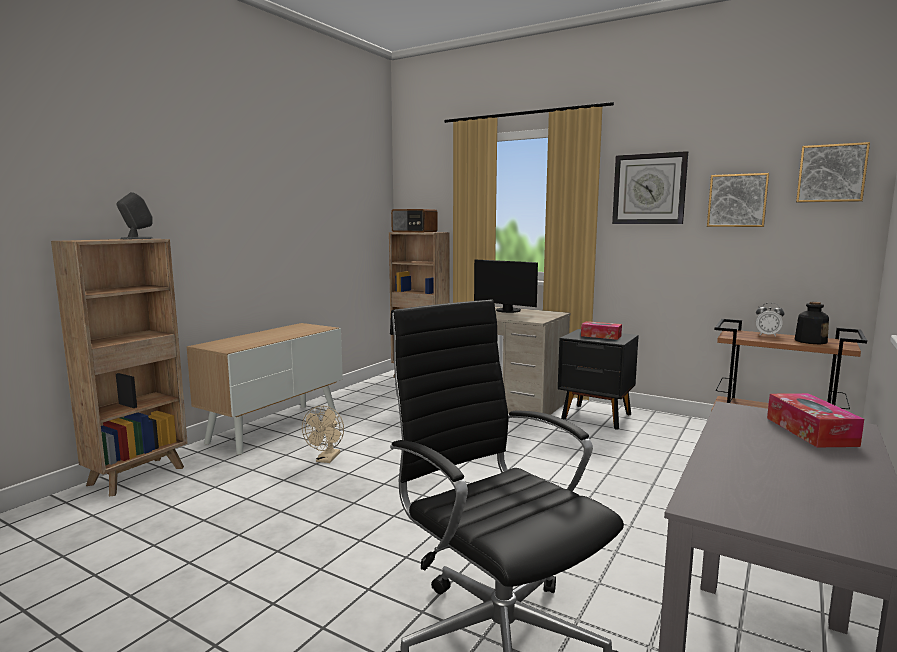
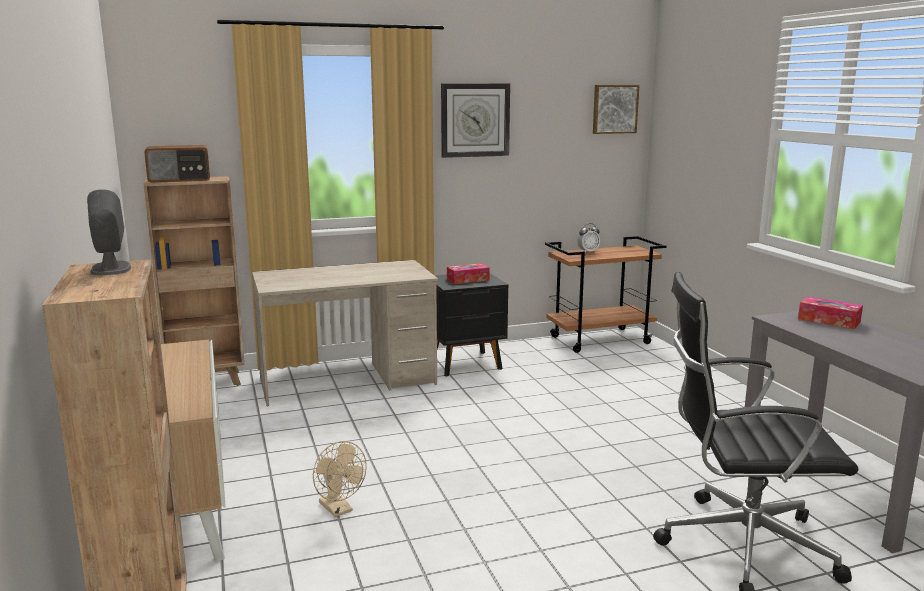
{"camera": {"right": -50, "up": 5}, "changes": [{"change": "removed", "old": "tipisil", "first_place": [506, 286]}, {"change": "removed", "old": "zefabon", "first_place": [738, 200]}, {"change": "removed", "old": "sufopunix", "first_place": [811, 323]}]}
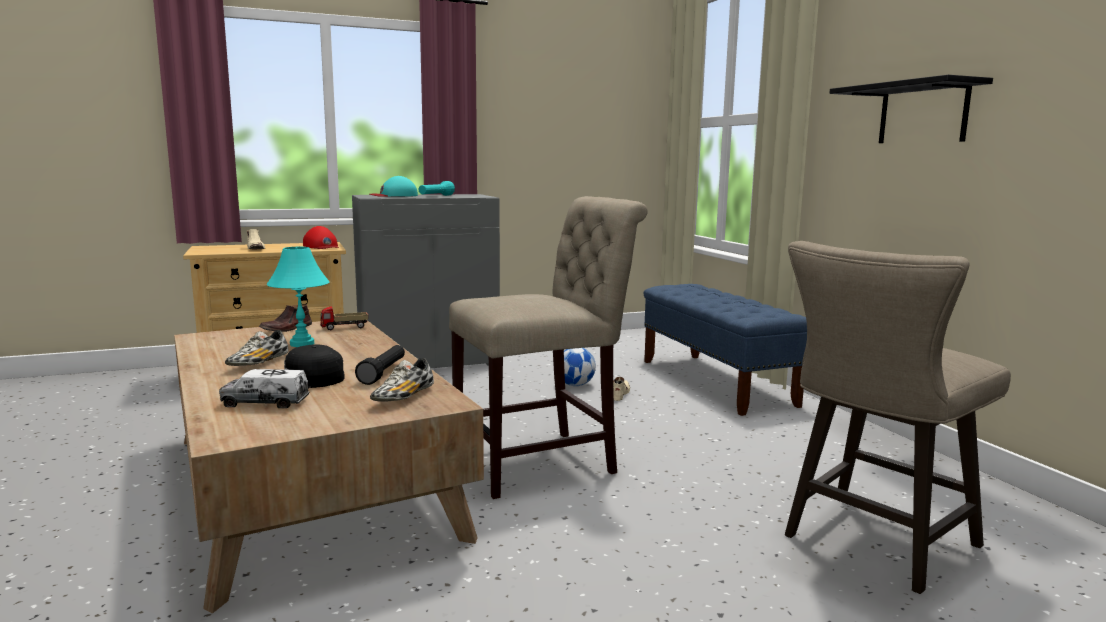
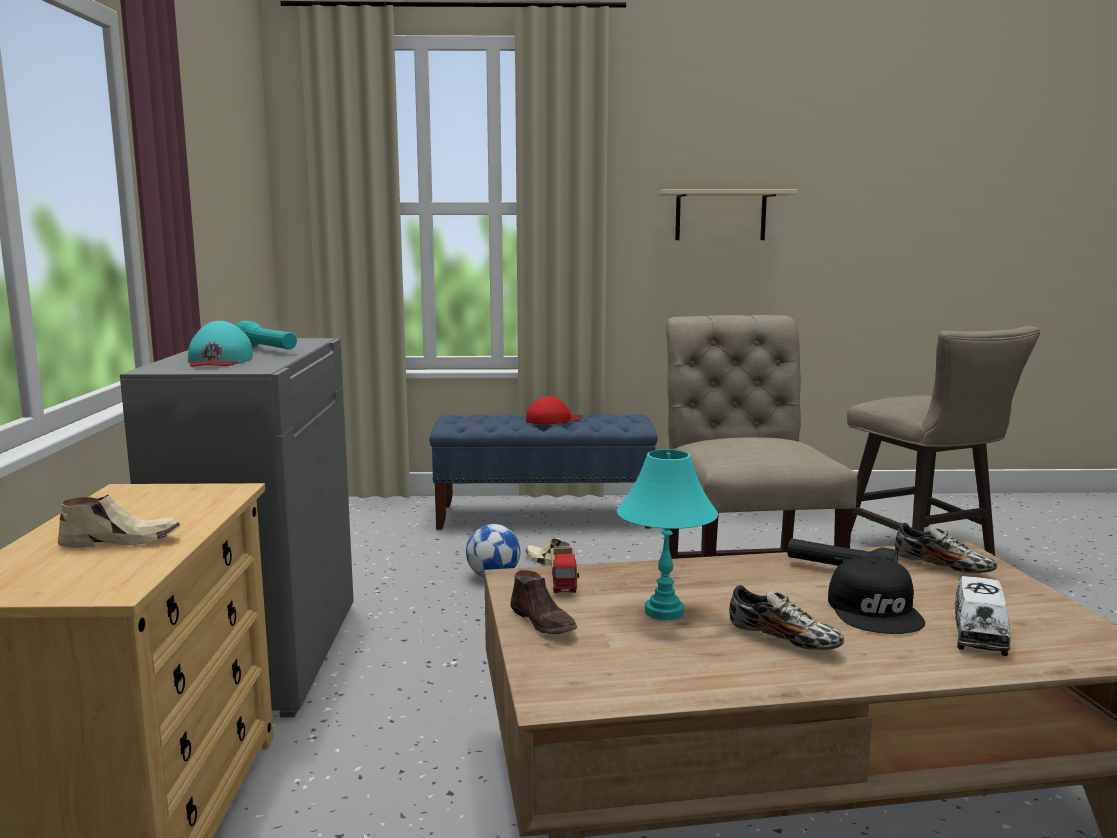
{"camera": {"right": -70, "up": 0}, "changes": [{"change": "moved", "old": "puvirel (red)", "first_place": [321, 237], "second_place": [554, 410]}, {"change": "recoloured", "old": "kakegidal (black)", "new": "kakegidal (beige)", "first_place": [911, 109], "second_place": [728, 214]}]}
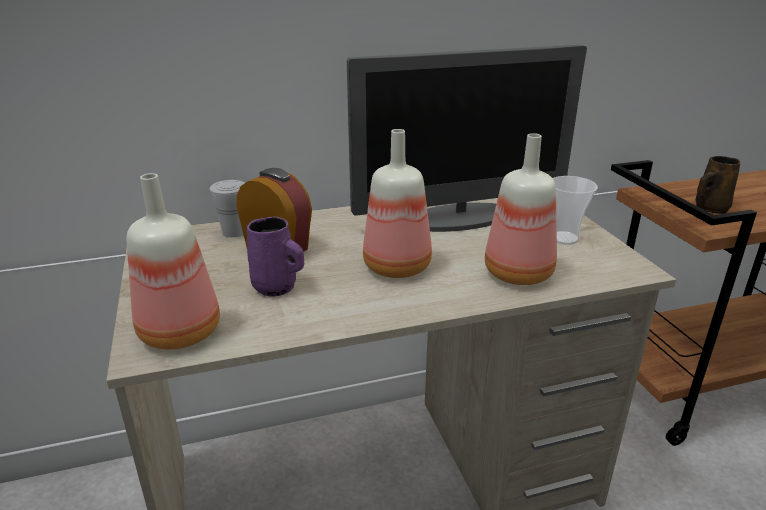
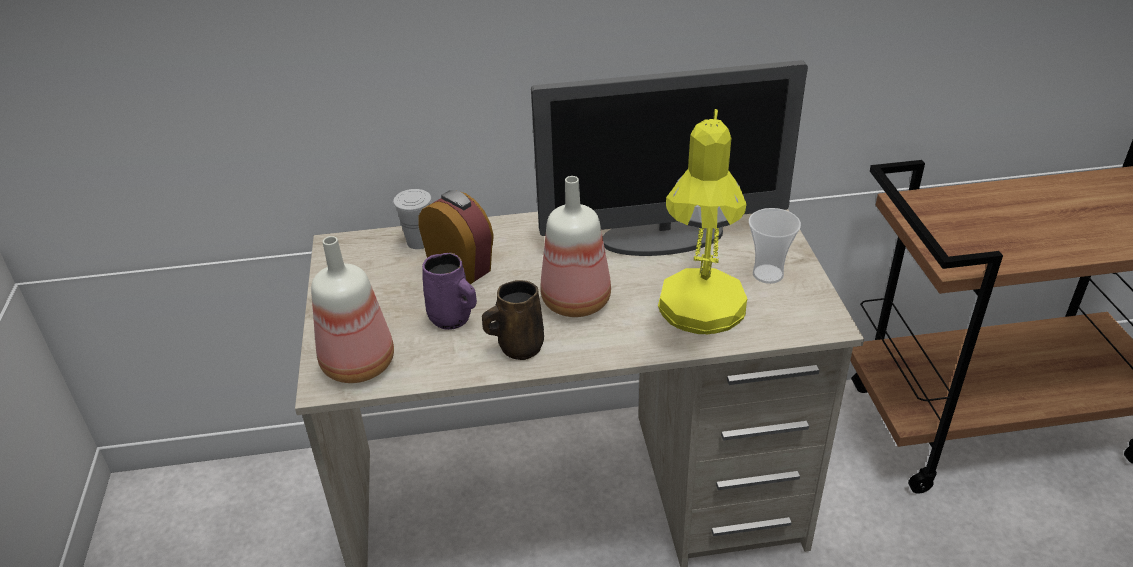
{"camera": {"right": 10, "up": 10}, "changes": [{"change": "moved", "old": "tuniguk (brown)", "first_place": [717, 185], "second_place": [513, 320]}, {"change": "replaced", "old": "sufopunix", "new": "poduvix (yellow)", "first_place": [521, 209], "second_place": [702, 222]}]}
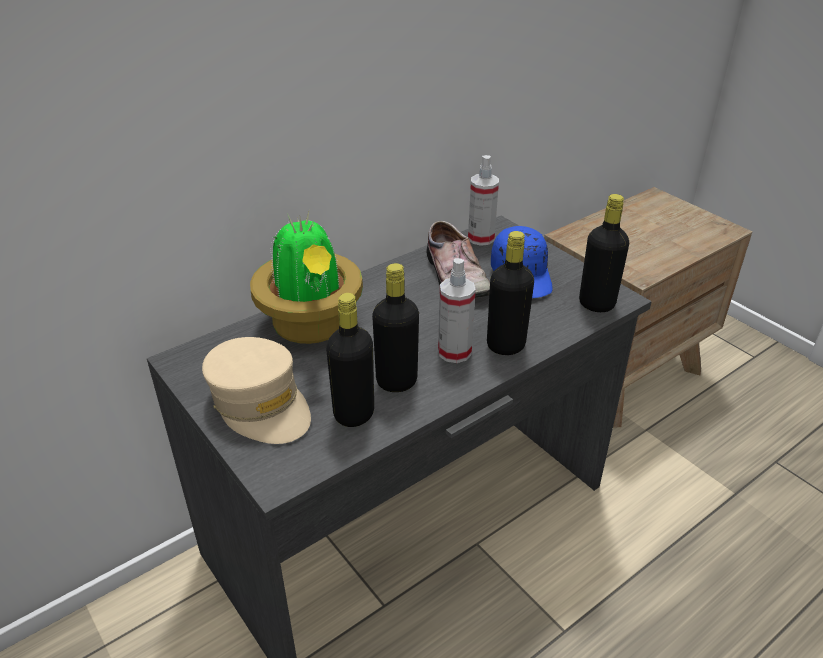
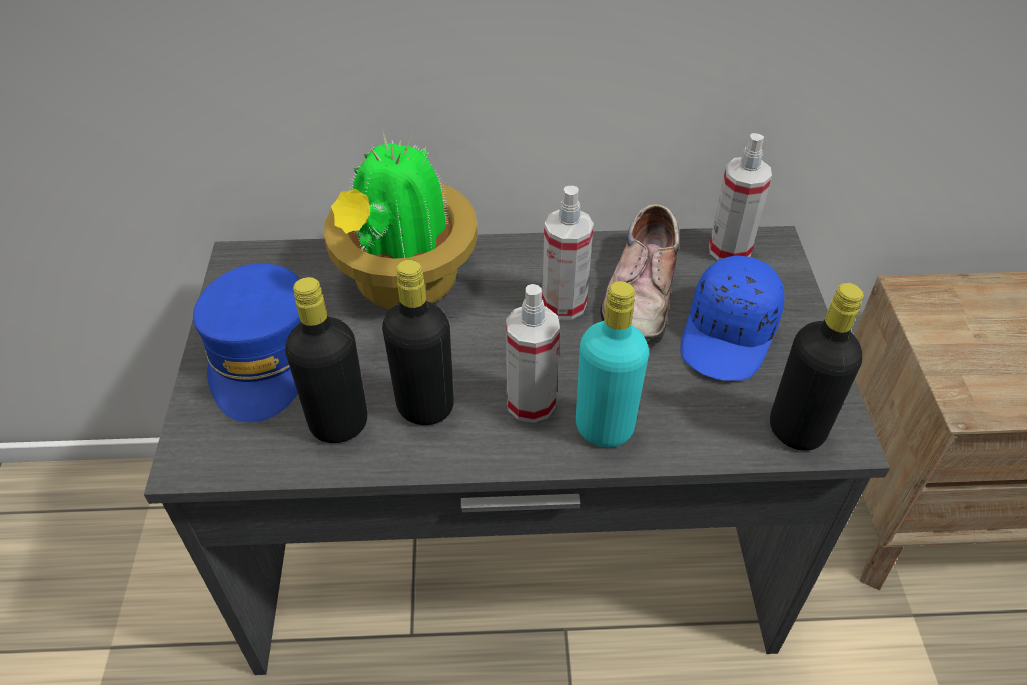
{"camera": {"right": 35, "up": 10}, "changes": [{"change": "added", "new": "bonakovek", "second_place": [568, 253]}, {"change": "recoloured", "old": "puvirel (beige)", "new": "puvirel (blue)", "first_place": [256, 390], "second_place": [246, 342]}, {"change": "recoloured", "old": "sufopunix (black)", "new": "sufopunix (turquoise)", "first_place": [510, 293], "second_place": [612, 364]}]}
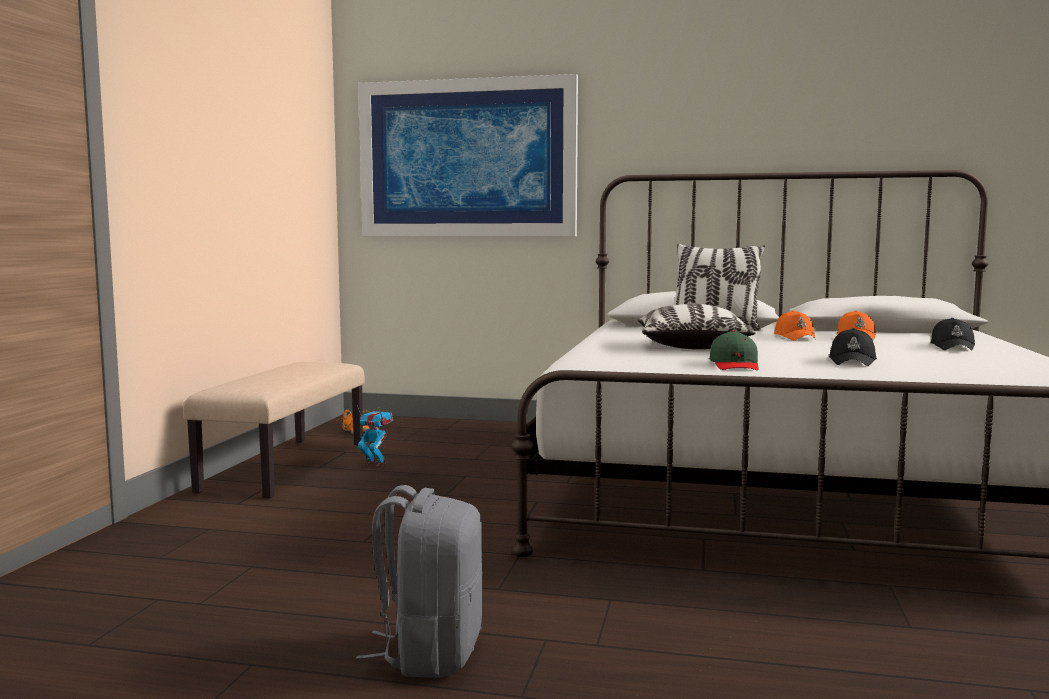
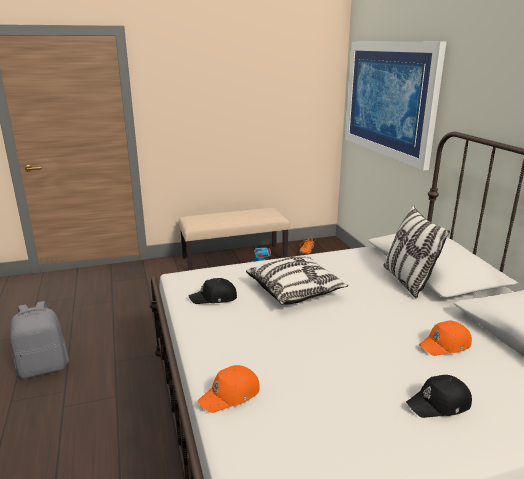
{"camera": {"right": 60, "up": 15}, "changes": [{"change": "removed", "old": "puvirel (green)", "first_place": [734, 350]}, {"change": "moved", "old": "puvirel (orange)", "first_place": [795, 325], "second_place": [229, 389]}, {"change": "moved", "old": "puvirel (black)", "first_place": [853, 347], "second_place": [213, 291]}]}
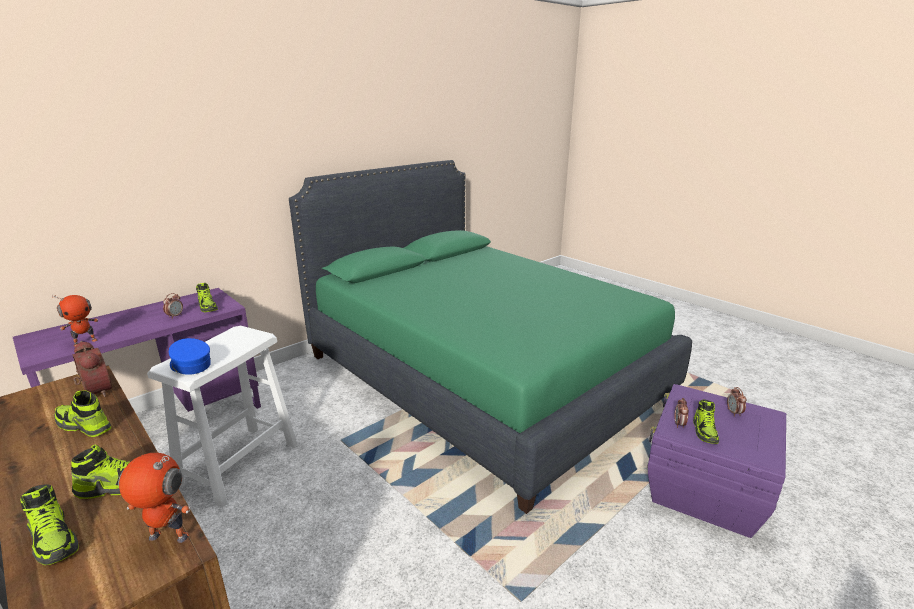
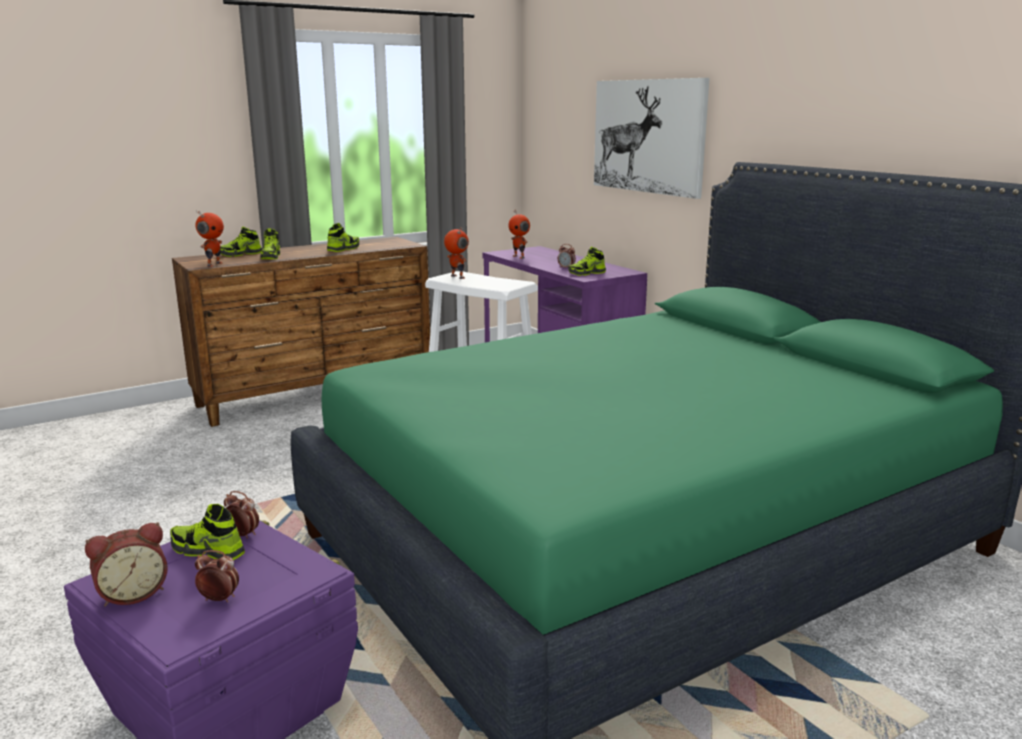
{"camera": {"right": 100, "up": -5}, "changes": [{"change": "added", "new": "zefabon", "second_place": [651, 138]}, {"change": "moved", "old": "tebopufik", "first_place": [92, 369], "second_place": [126, 564]}, {"change": "replaced", "old": "puvirel (blue)", "new": "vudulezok", "first_place": [190, 356], "second_place": [456, 253]}]}
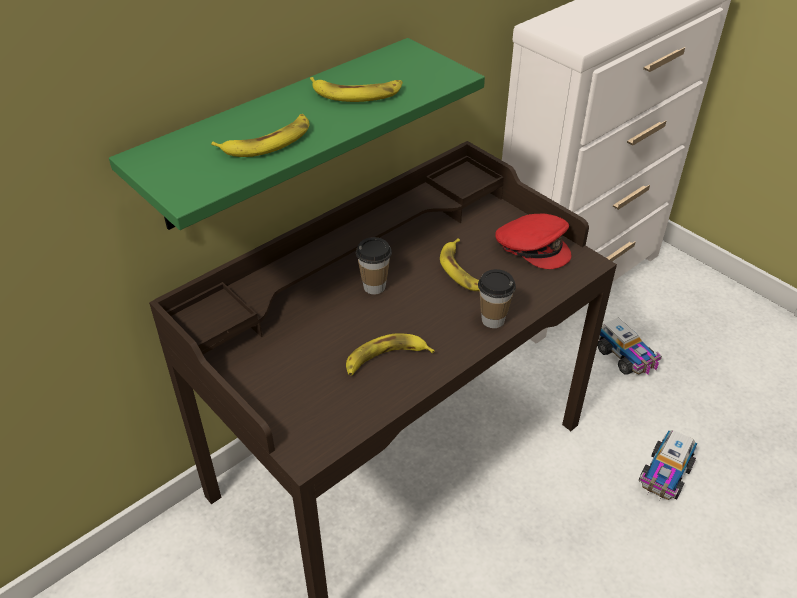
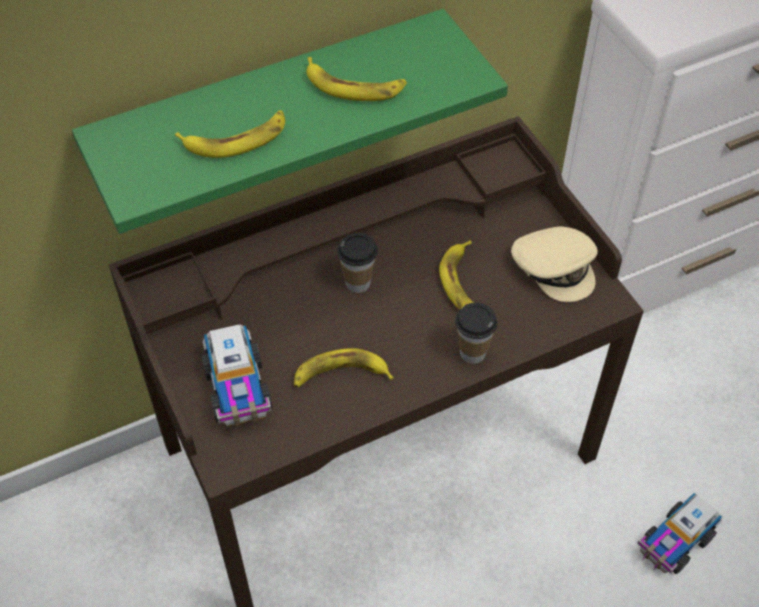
{"camera": {"right": 15, "up": 10}, "changes": [{"change": "moved", "old": "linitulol", "first_place": [629, 346], "second_place": [237, 375]}, {"change": "recoloured", "old": "puvirel (red)", "new": "puvirel (beige)", "first_place": [533, 241], "second_place": [554, 264]}]}
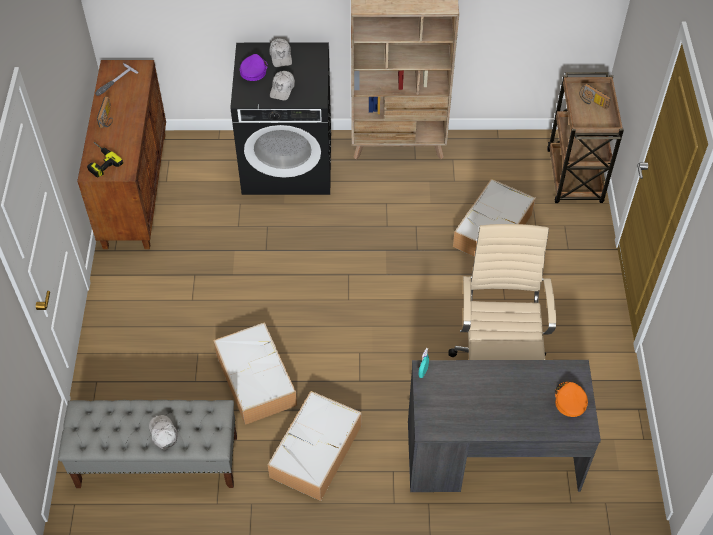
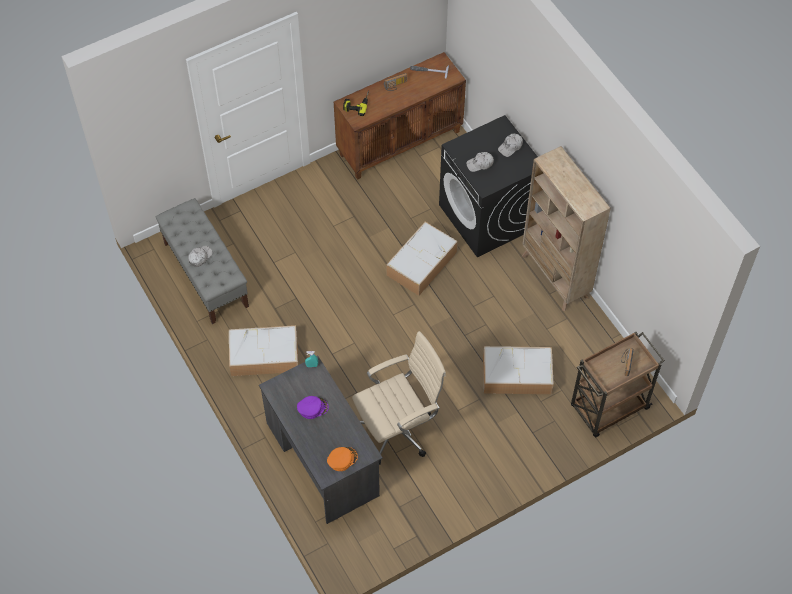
{"camera": {"right": 60, "up": 5}, "changes": [{"change": "moved", "old": "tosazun", "first_place": [255, 373], "second_place": [422, 259]}, {"change": "moved", "old": "puvirel (purple)", "first_place": [254, 67], "second_place": [313, 407]}]}
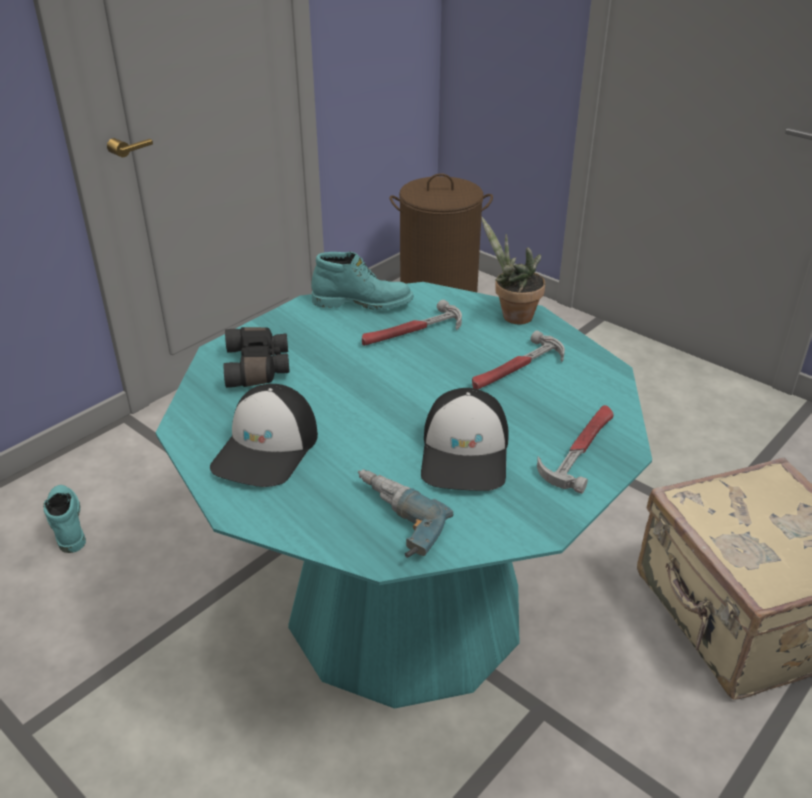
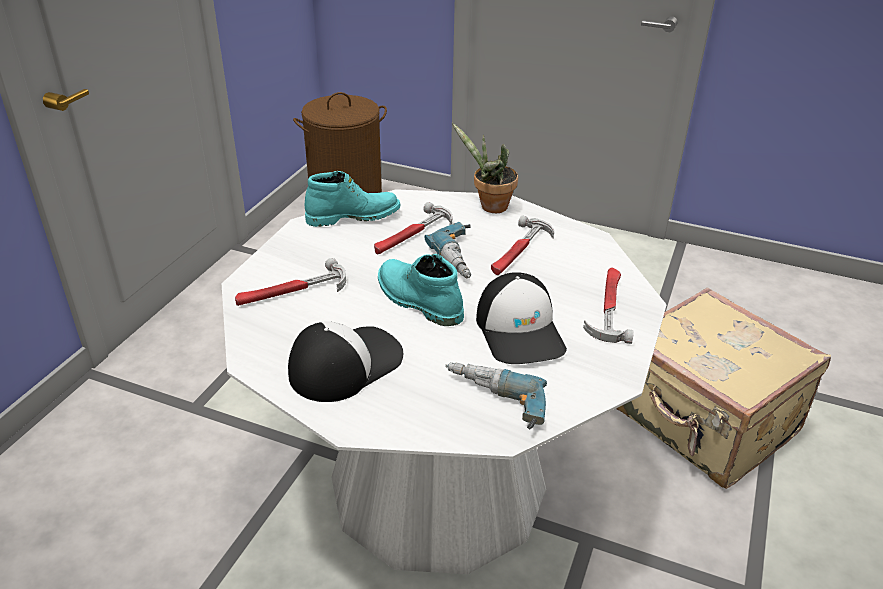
{"camera": {"right": -20, "up": 0}, "changes": [{"change": "added", "new": "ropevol", "second_place": [448, 250]}, {"change": "moved", "old": "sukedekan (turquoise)", "first_place": [64, 519], "second_place": [421, 290]}, {"change": "replaced", "old": "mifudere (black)", "new": "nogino", "first_place": [257, 357], "second_place": [290, 282]}, {"change": "recoloured", "old": "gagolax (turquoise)", "new": "gagolax (white)", "first_place": [404, 495], "second_place": [444, 381]}, {"change": "turned", "old": "puvirel", "first_place": [264, 435], "second_place": [345, 361], "degrees": -135}]}
